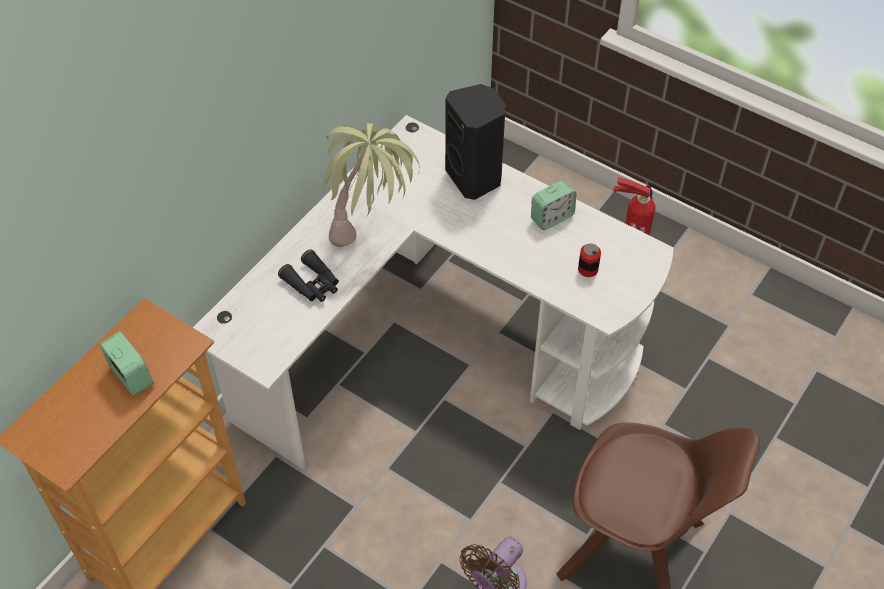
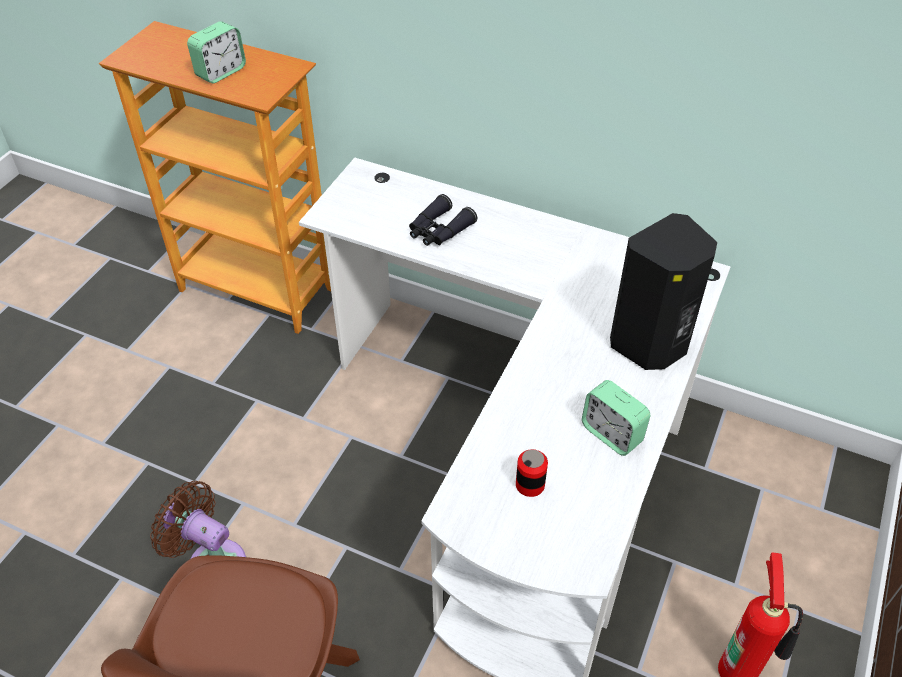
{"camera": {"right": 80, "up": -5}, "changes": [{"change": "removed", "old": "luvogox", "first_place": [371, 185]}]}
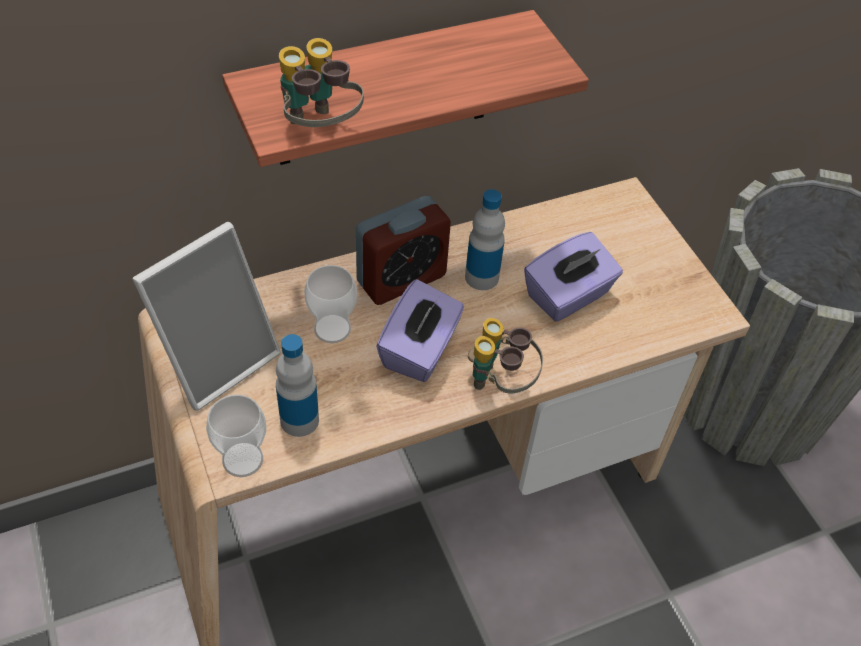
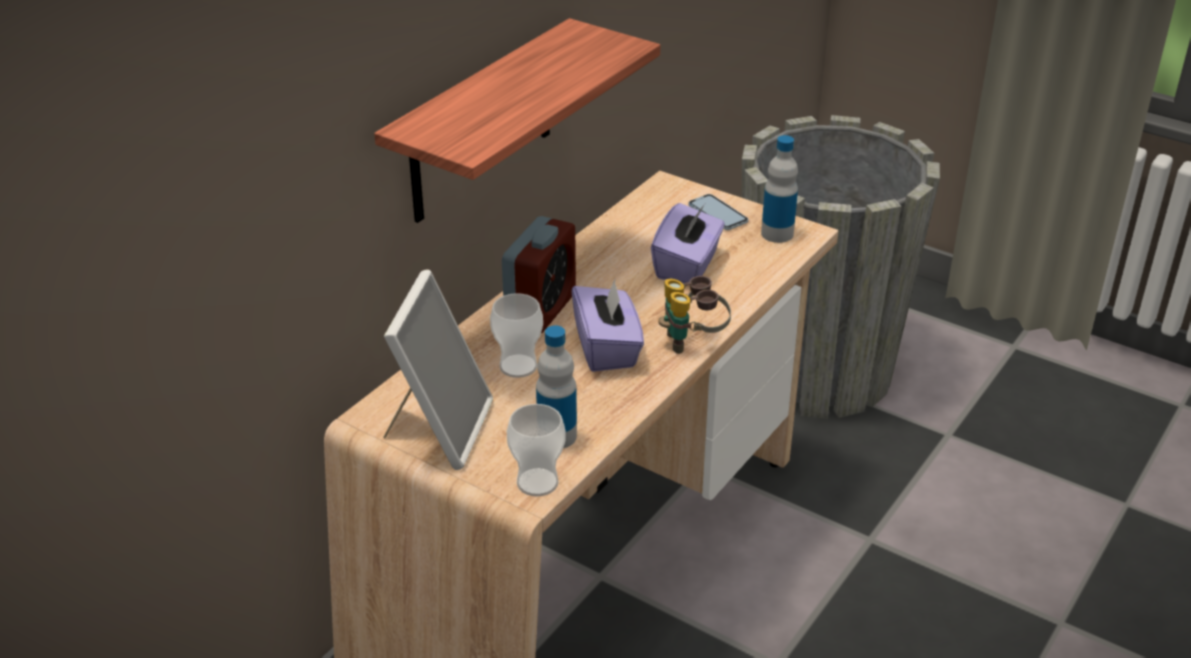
{"camera": {"right": -30, "up": -15}, "changes": [{"change": "removed", "old": "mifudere", "first_place": [321, 82]}, {"change": "added", "new": "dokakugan", "second_place": [718, 212]}, {"change": "moved", "old": "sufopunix", "first_place": [485, 239], "second_place": [779, 189]}]}
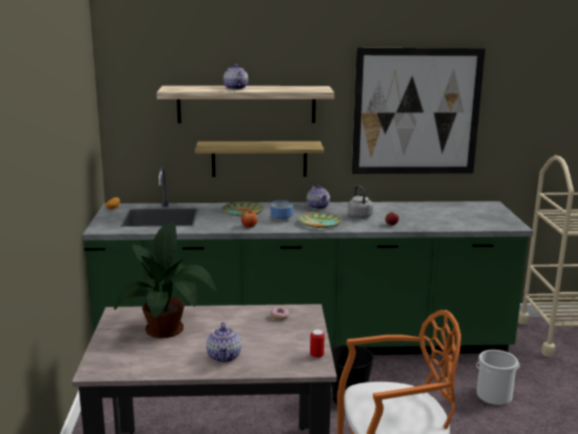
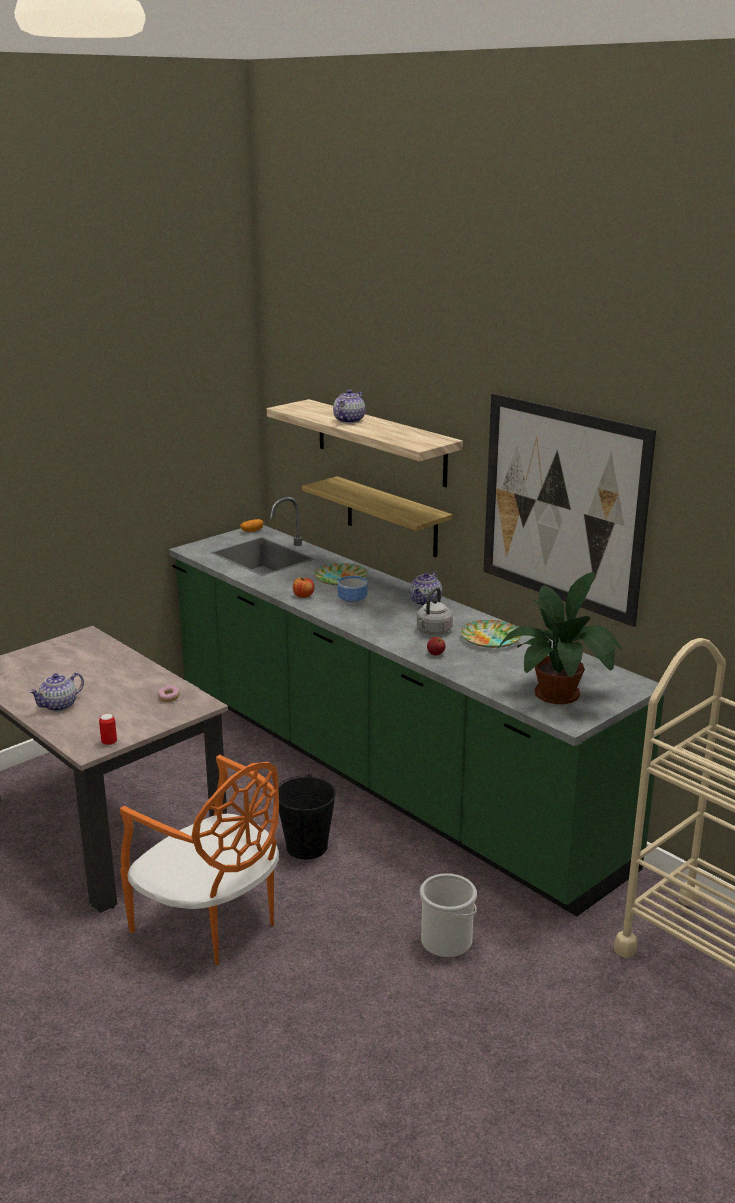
{"camera": {"right": 50, "up": 5}, "changes": [{"change": "moved", "old": "luvogox", "first_place": [165, 279], "second_place": [560, 638]}, {"change": "moved", "old": "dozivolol", "first_place": [320, 220], "second_place": [491, 634]}]}
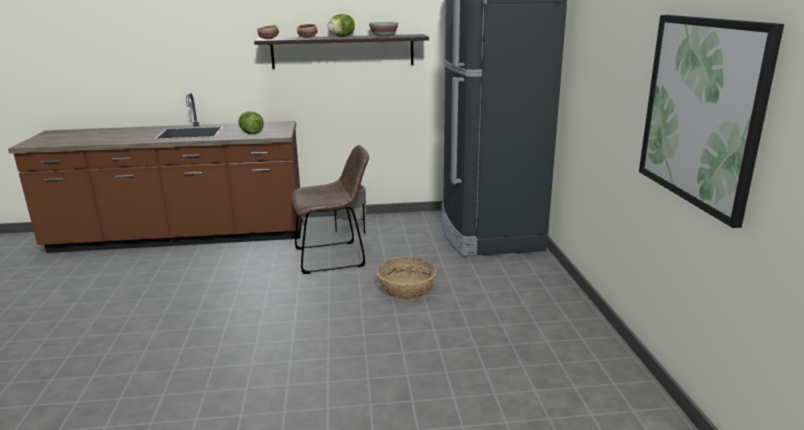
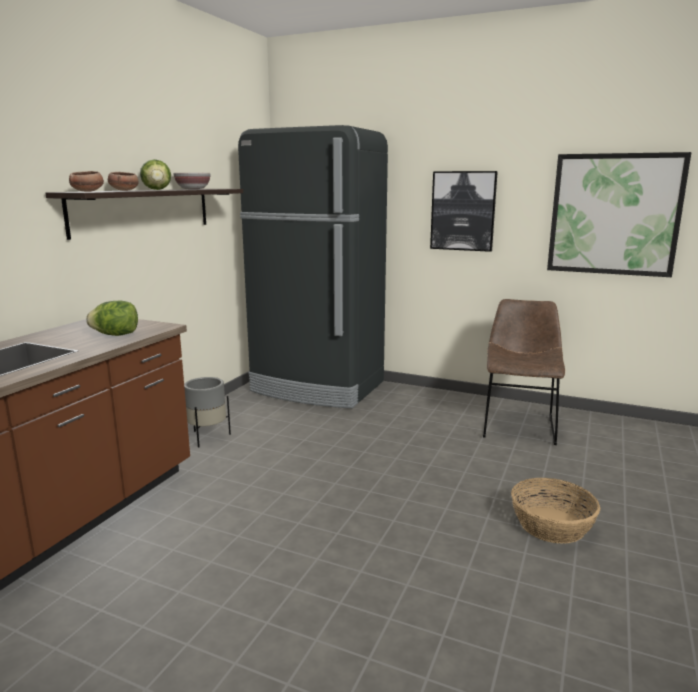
{"camera": {"right": -60, "up": -5}, "changes": [{"change": "added", "new": "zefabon", "second_place": [464, 211]}, {"change": "moved", "old": "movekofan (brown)", "first_place": [330, 209], "second_place": [524, 372]}, {"change": "moved", "old": "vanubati", "first_place": [406, 278], "second_place": [555, 511]}]}
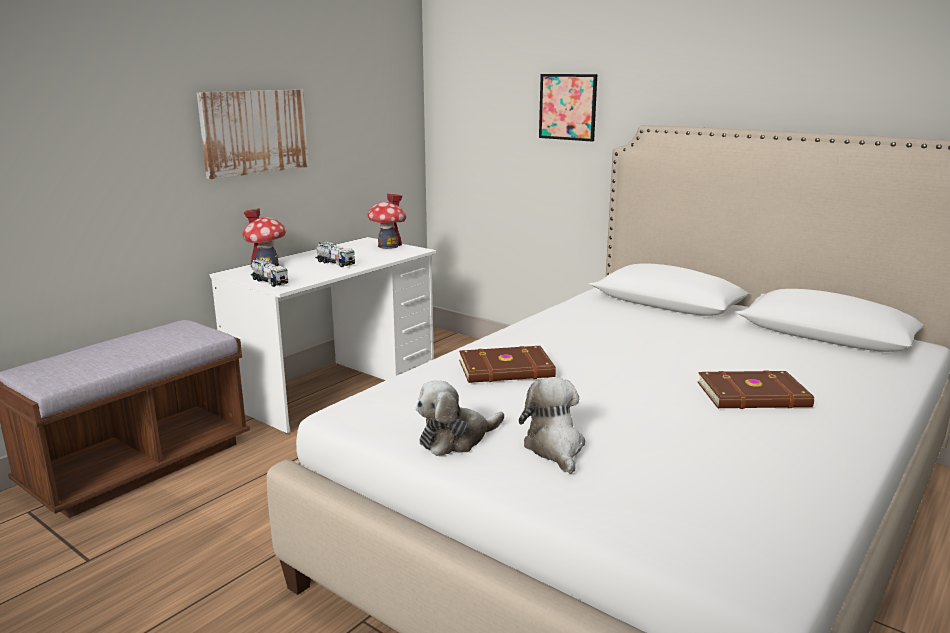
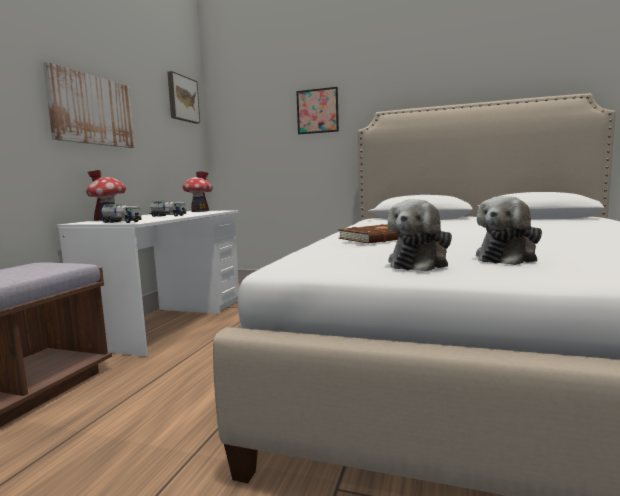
{"camera": {"right": -20, "up": -10}, "changes": [{"change": "removed", "old": "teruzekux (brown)", "first_place": [756, 390]}, {"change": "added", "new": "zefabon", "second_place": [183, 97]}, {"change": "turned", "old": "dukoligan", "first_place": [552, 425], "second_place": [509, 230], "degrees": -105}]}
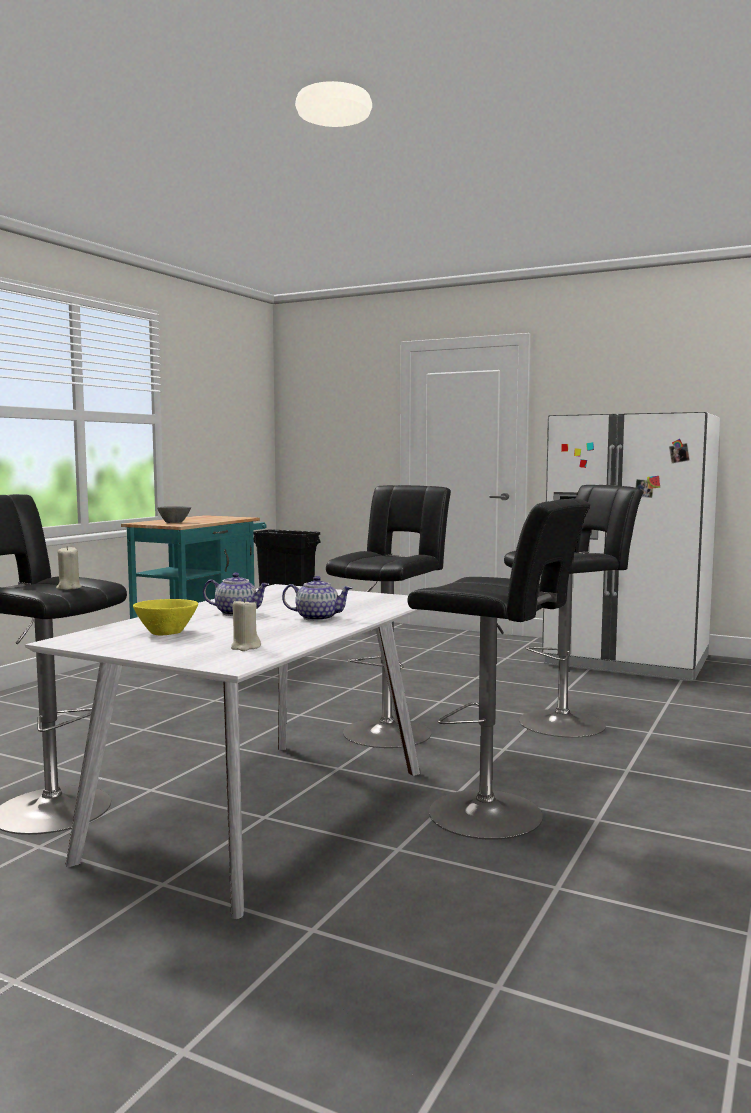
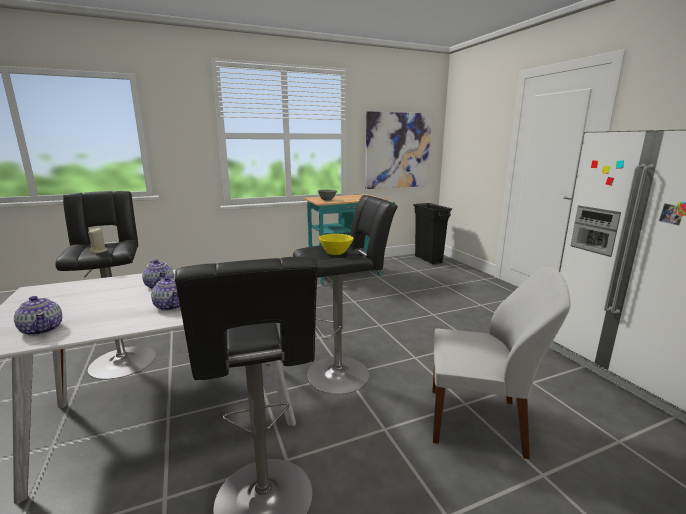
{"camera": {"right": 40, "up": 10}, "changes": [{"change": "added", "new": "zefabon", "second_place": [398, 150]}, {"change": "moved", "old": "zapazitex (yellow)", "first_place": [165, 617], "second_place": [336, 244]}, {"change": "replaced", "old": "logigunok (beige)", "new": "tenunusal", "first_place": [246, 624], "second_place": [38, 316]}, {"change": "replaced", "old": "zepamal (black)", "new": "movekofan (white)", "first_place": [573, 611], "second_place": [501, 363]}]}
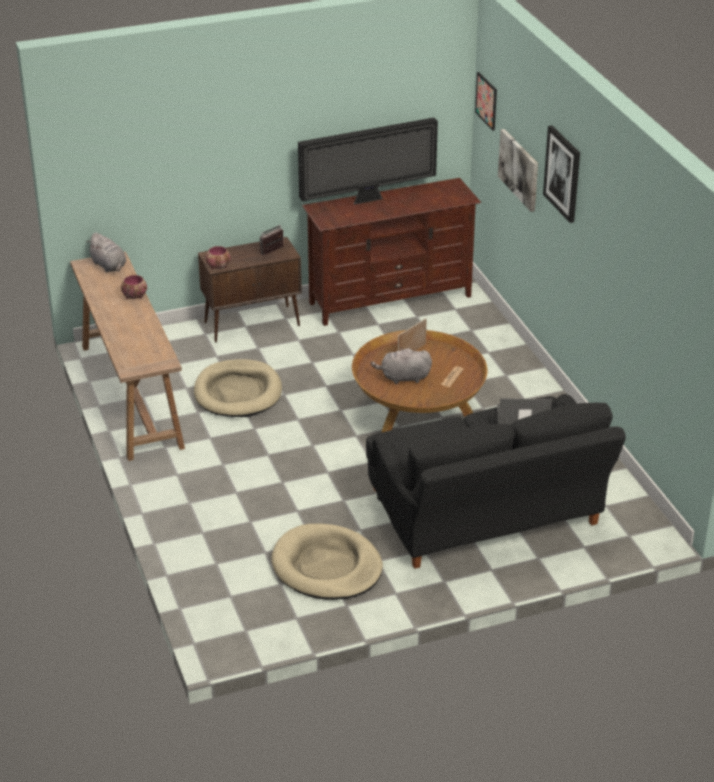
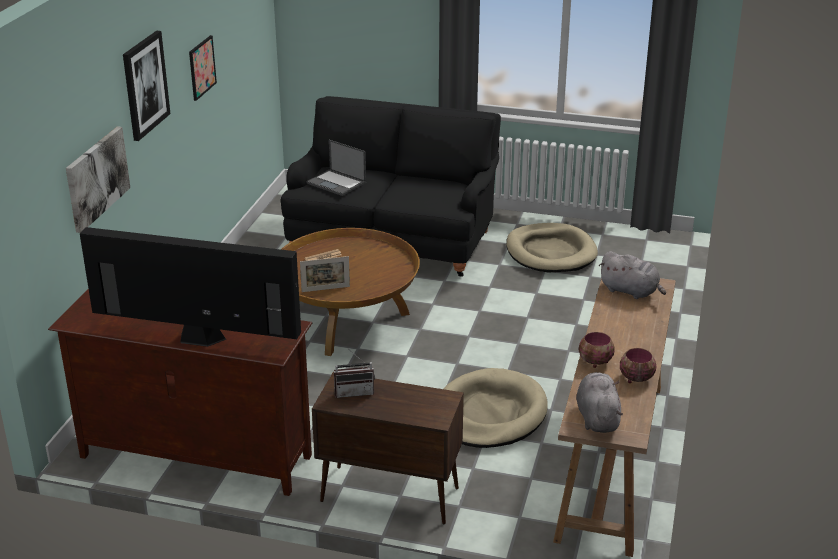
{"camera": {"right": -145, "up": -5}, "changes": [{"change": "moved", "old": "zapazitex", "first_place": [218, 257], "second_place": [638, 365]}, {"change": "moved", "old": "dukoligan (grey)", "first_place": [401, 365], "second_place": [632, 275]}, {"change": "moved", "old": "zefabon", "first_place": [486, 101], "second_place": [203, 68]}]}
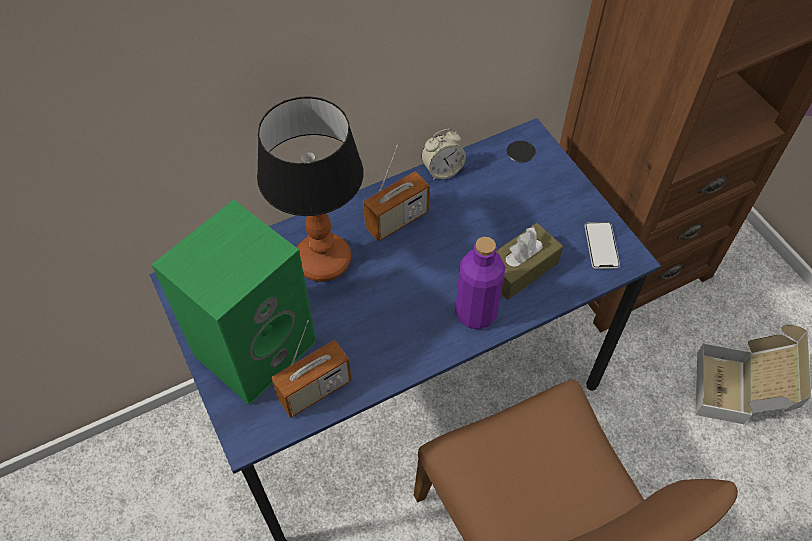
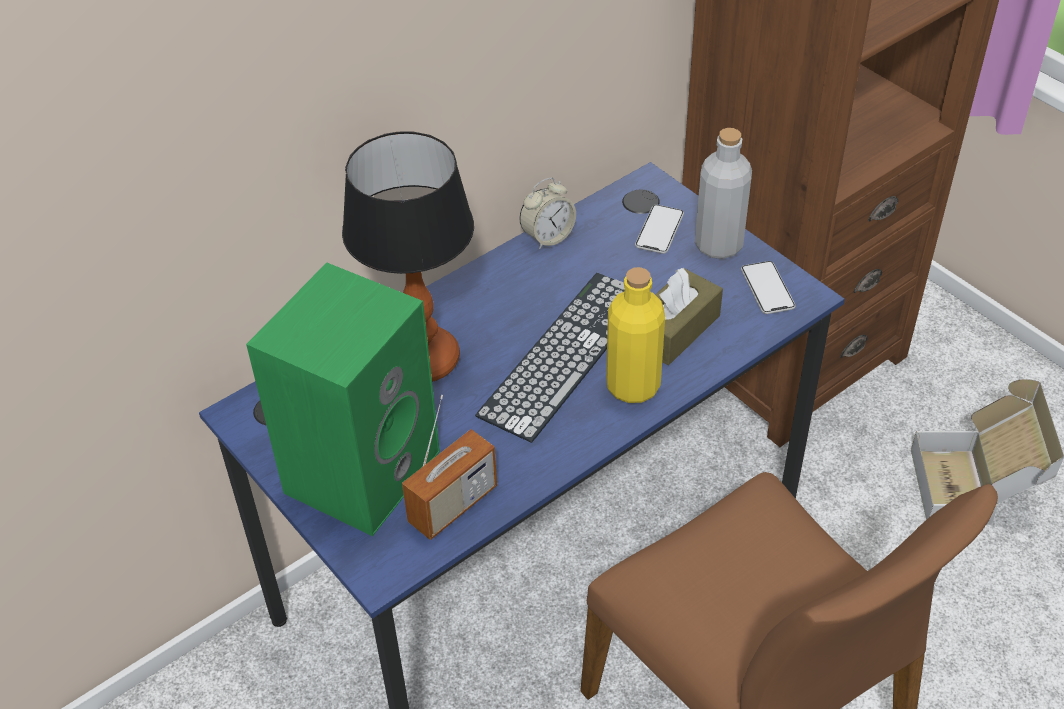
{"camera": {"right": -10, "up": -10}, "changes": [{"change": "removed", "old": "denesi", "first_place": [396, 193]}, {"change": "added", "new": "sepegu", "second_place": [550, 358]}, {"change": "added", "new": "dokakugan", "second_place": [659, 229]}, {"change": "added", "new": "sufopunix (grey)", "second_place": [723, 193]}, {"change": "recoloured", "old": "sufopunix (purple)", "new": "sufopunix (yellow)", "first_place": [480, 283], "second_place": [635, 335]}]}
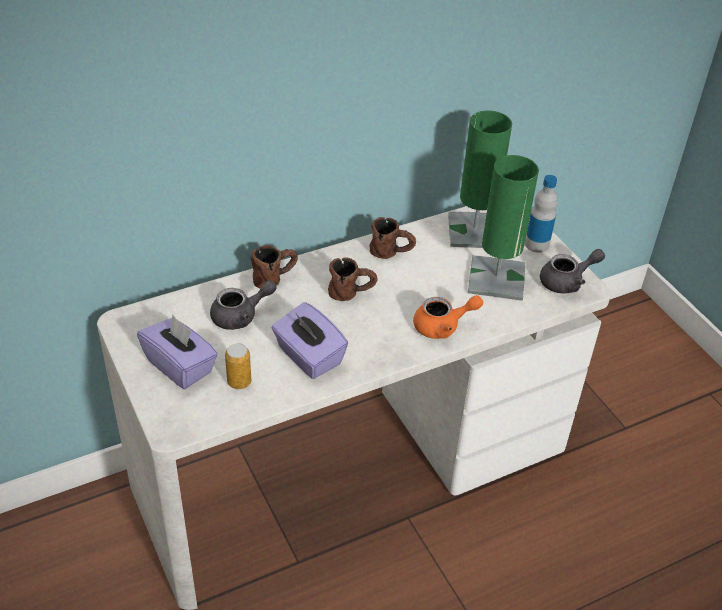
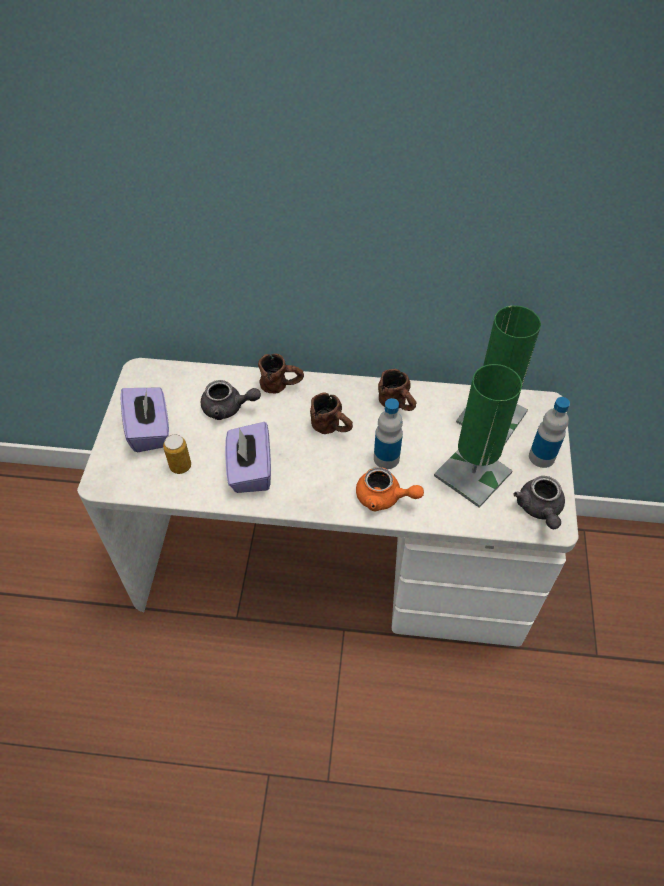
{"camera": {"right": 35, "up": 10}, "changes": [{"change": "added", "new": "sufopunix", "second_place": [388, 433]}, {"change": "turned", "old": "tenunusal (grey)", "first_place": [572, 271], "second_place": [539, 502], "degrees": 75}]}
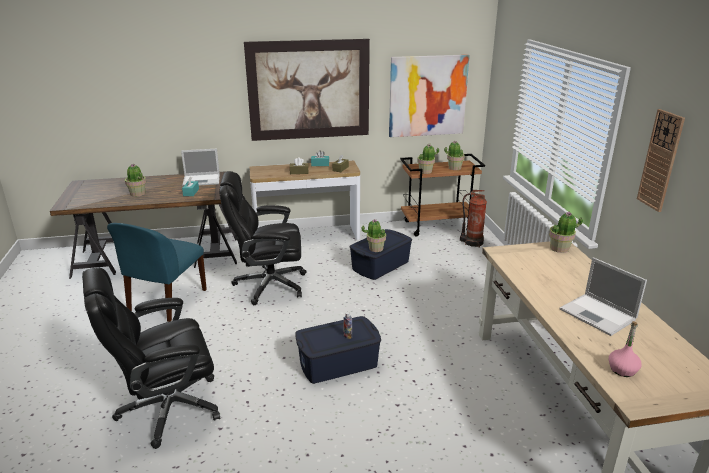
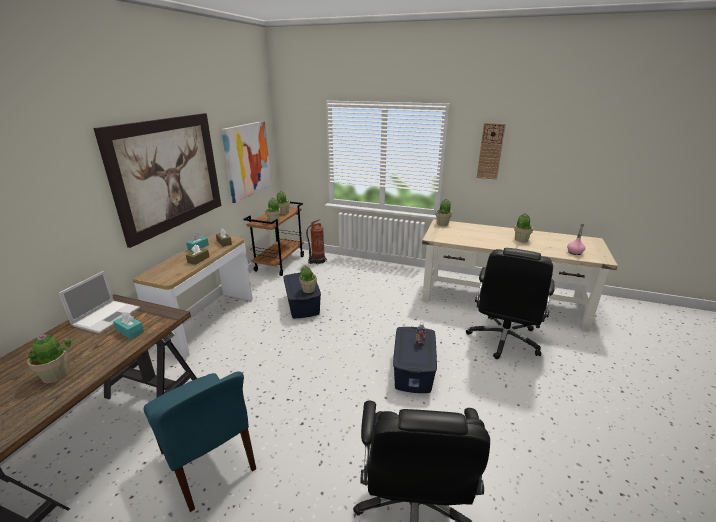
{"camera": {"right": -60, "up": 0}, "changes": [{"change": "moved", "old": "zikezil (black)", "first_place": [263, 238], "second_place": [510, 303]}, {"change": "replaced", "old": "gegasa", "new": "luvogox", "first_place": [603, 296], "second_place": [524, 227]}]}
